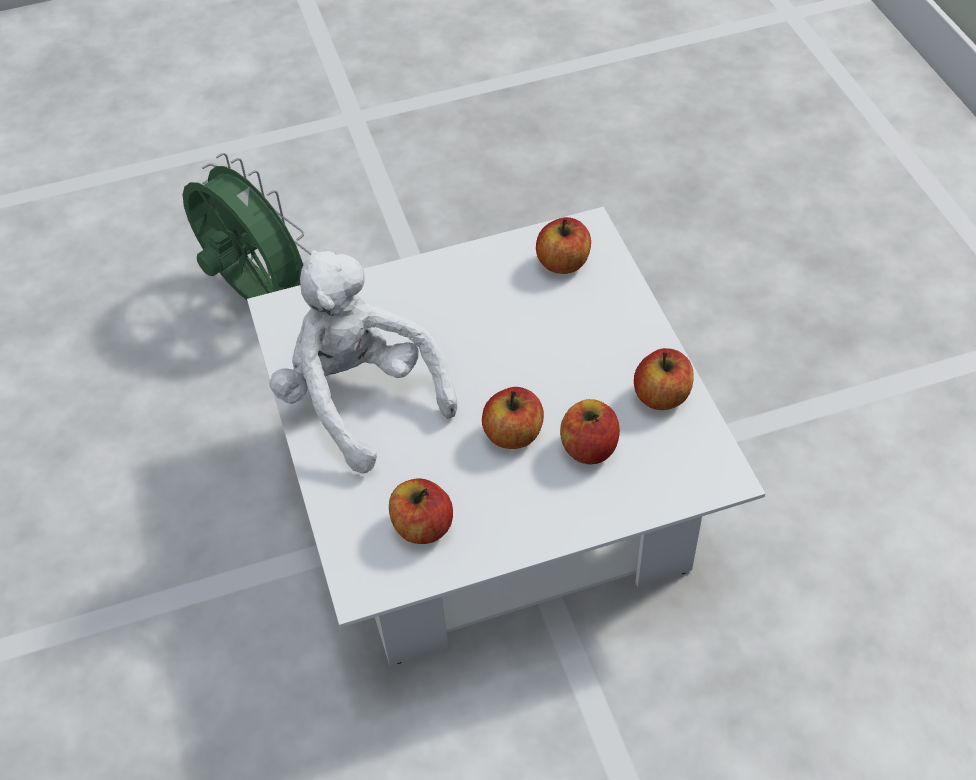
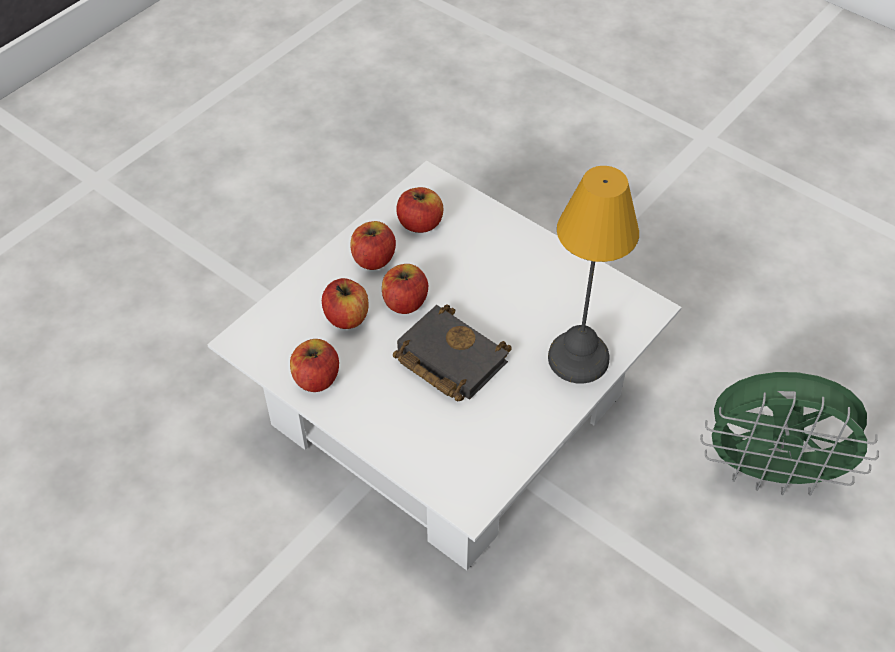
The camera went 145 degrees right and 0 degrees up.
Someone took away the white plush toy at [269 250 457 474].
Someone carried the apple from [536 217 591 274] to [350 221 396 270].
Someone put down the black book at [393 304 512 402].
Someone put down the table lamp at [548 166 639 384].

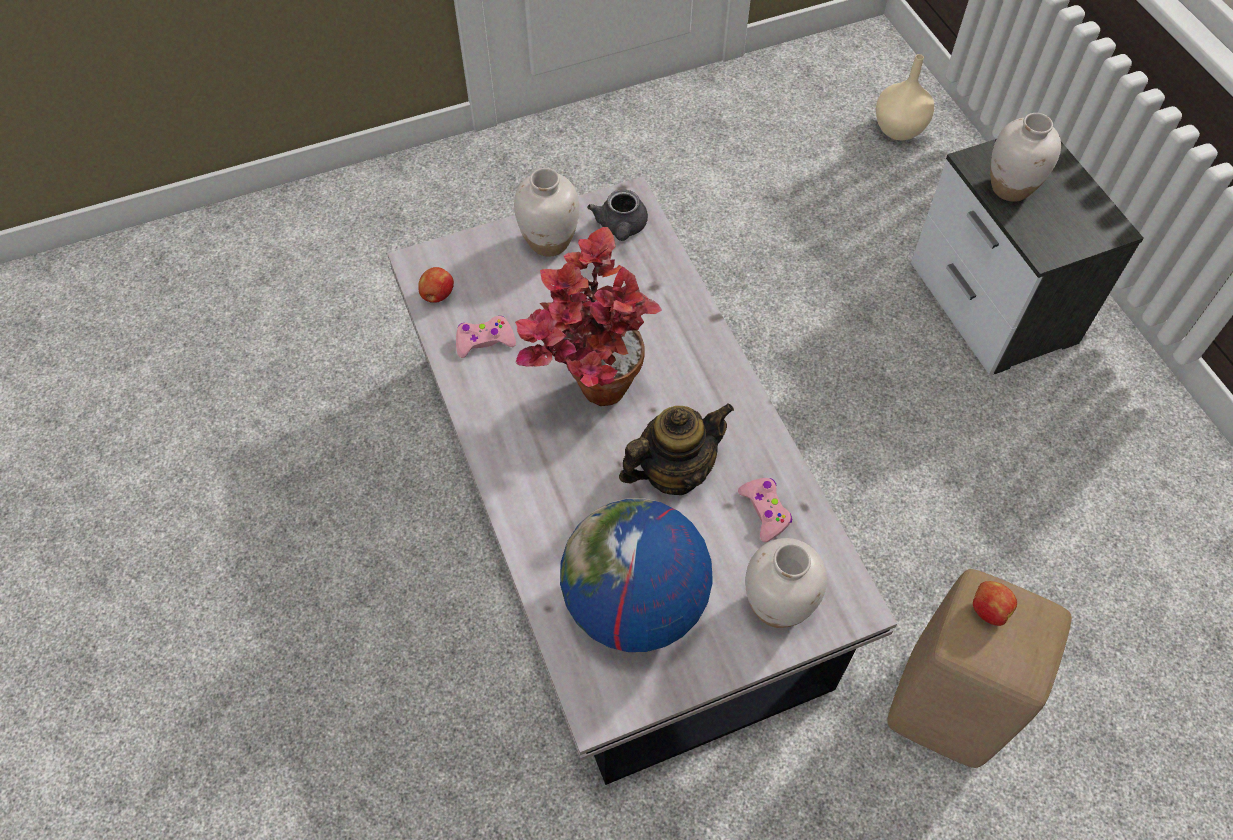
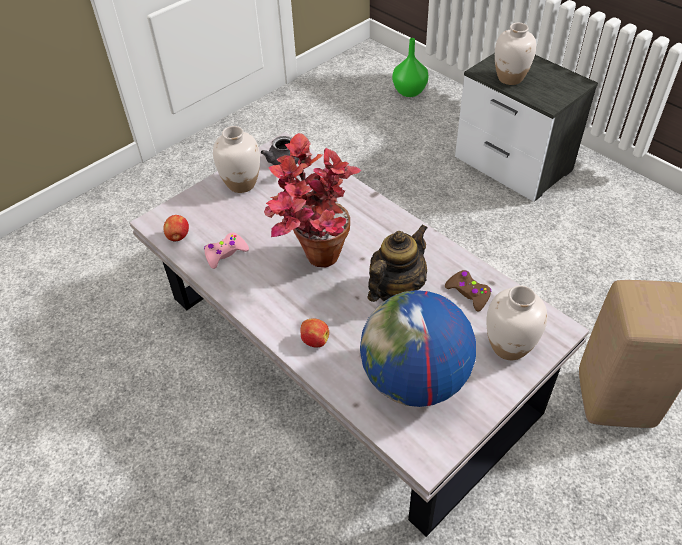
The camera went 20 degrees left and 10 degrees down.
Someone repainted the pink game controller at [738 478 792 542], which became the brown game controller at [445 270 492 312].
Someone repainted the beige vase at [876 54 934 140], which became the green vase at [392 38 429 97].
Someone carried the apple from [973 581 1017 626] to [301 318 329 347].

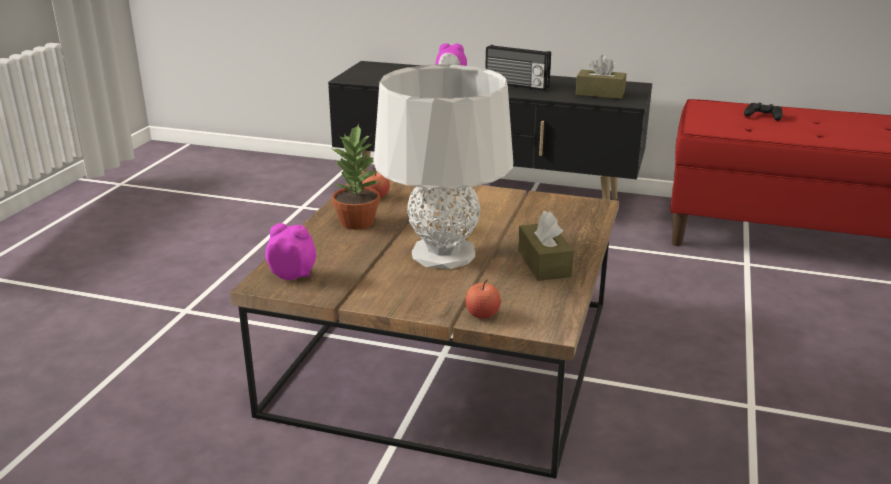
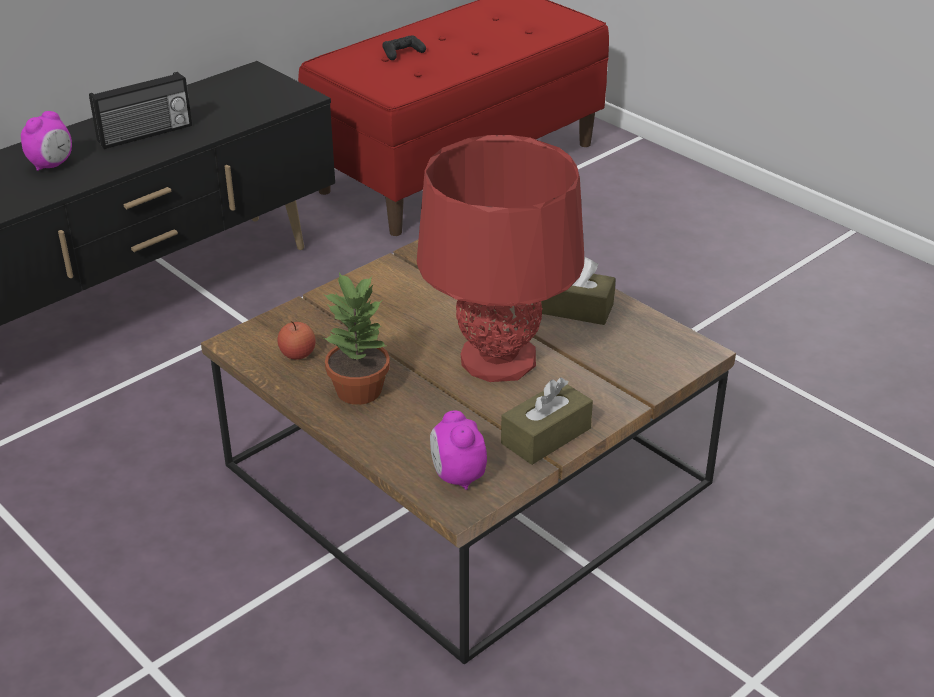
The camera went 60 degrees left and 10 degrees up.
Someone rotated the alarm clock at [265 223 316 280] by 60 degrees counterclockwise.
Someone repainted the grey table lamp at [373 64 513 269], which became the red table lamp at [417 135 584 382].
Someone took away the apple at [465 279 501 319].
Someone carried the brown tissue box from [576 55 626 99] to [501 377 593 465].

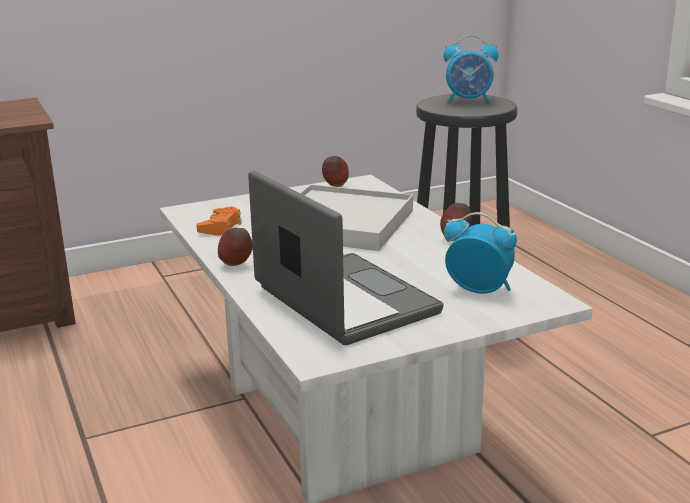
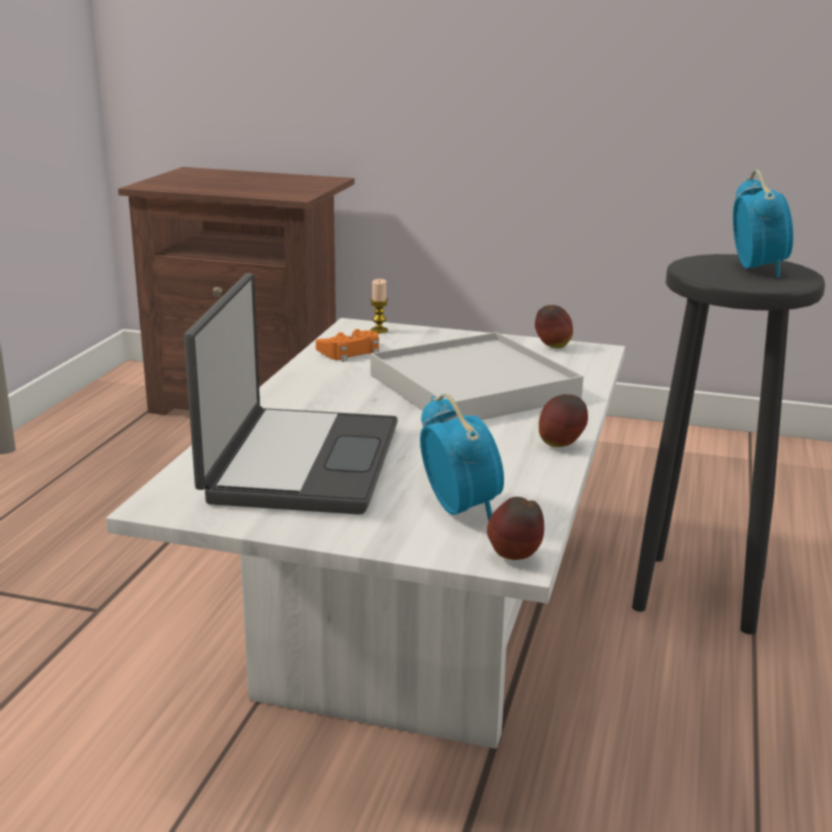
The camera went 40 degrees right and 0 degrees up.
Someone carried the apple from [218 228 253 266] to [487 497 544 560].
Someone rotated the alarm clock at [443 35 499 103] by 135 degrees counterclockwise.
Someone put down the candle at [370 279 388 333].

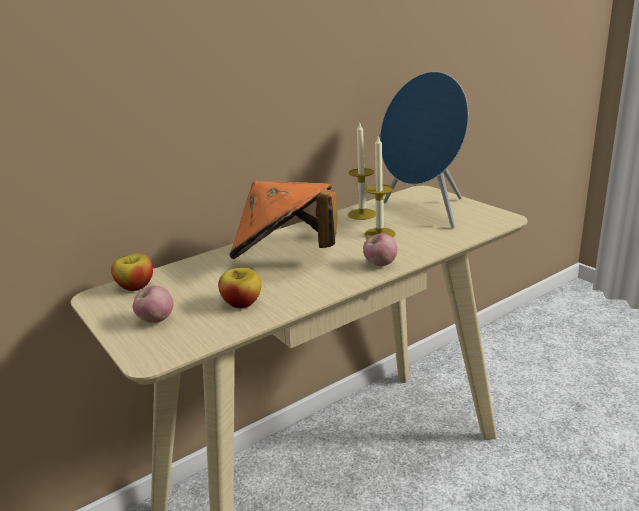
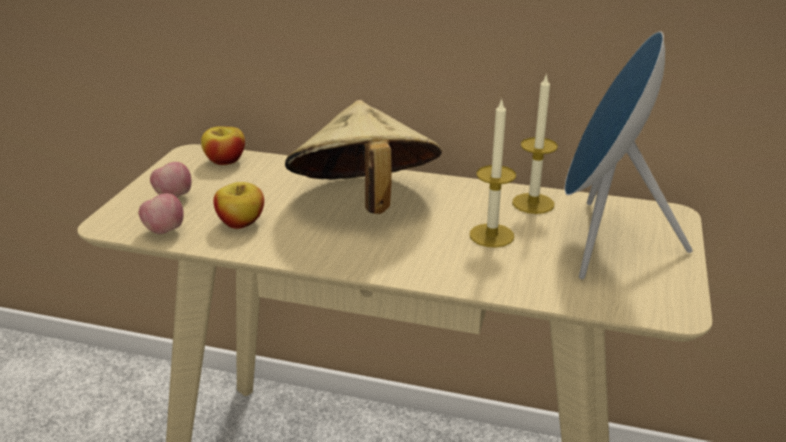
The camera went 50 degrees right and 5 degrees up.
Someone repainted the orange hat at [229 181 338 259], which became the beige hat at [285 100 442 214].
Someone carried the apple from [363 233 397 266] to [139 193 184 234].

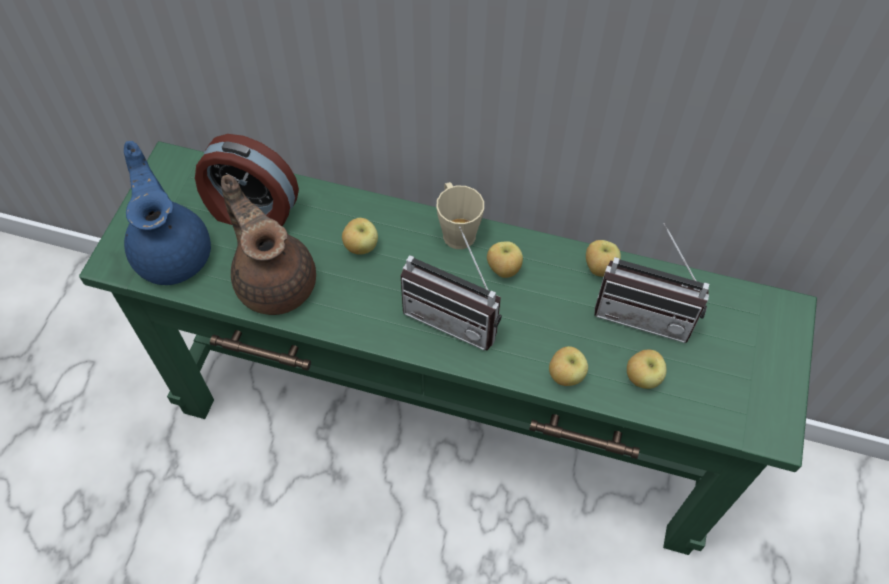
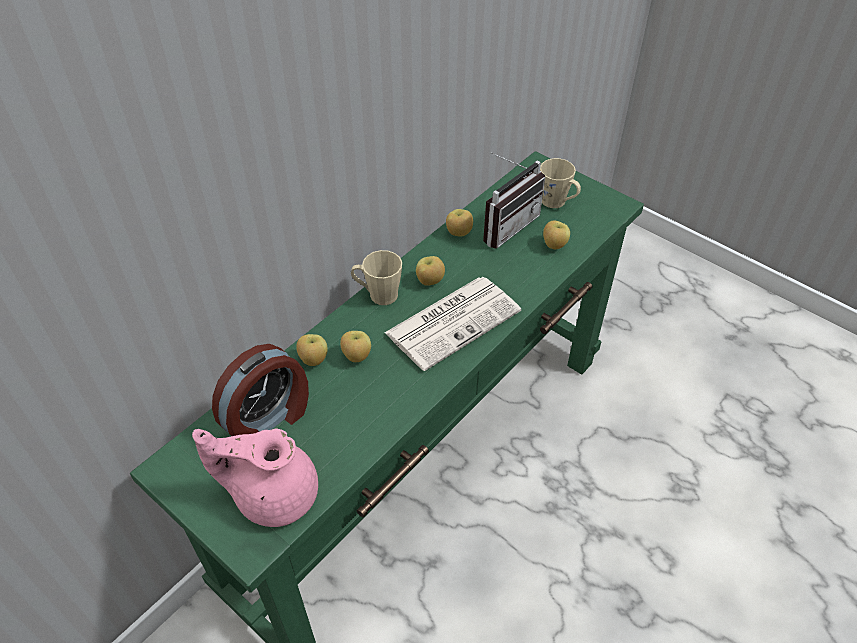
The camera went 65 degrees left and 10 degrees down.
Someone repainted the blue teapot at [124 141 211 285], which became the pink teapot at [192 429 318 527].
Someone took away the brown teapot at [221 175 316 315].
Someone swapped the radio at [401 227 502 351] for the newspaper at [385 277 521 371].
Someone carried the apple from [549 346 588 386] to [296 334 328 366].
Someone put down the beige mug at [540 158 581 208].

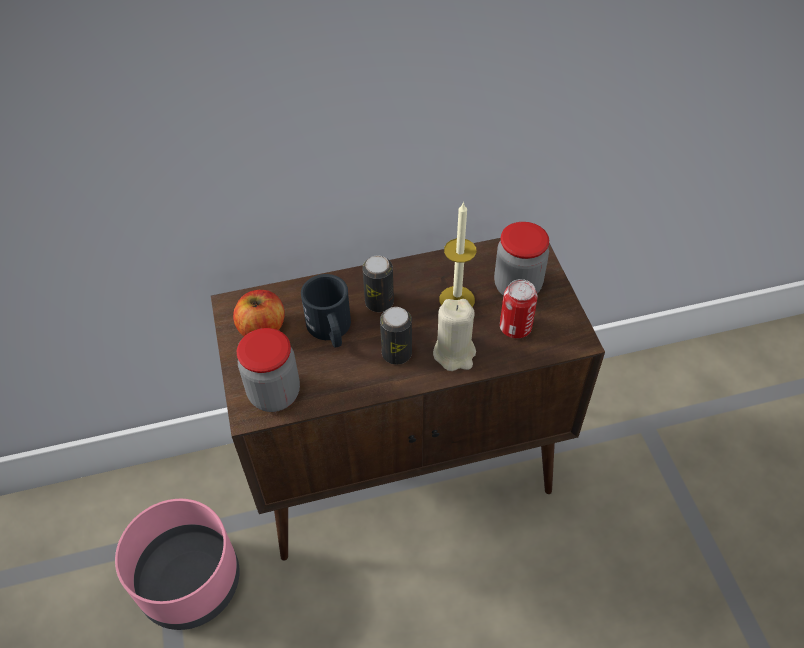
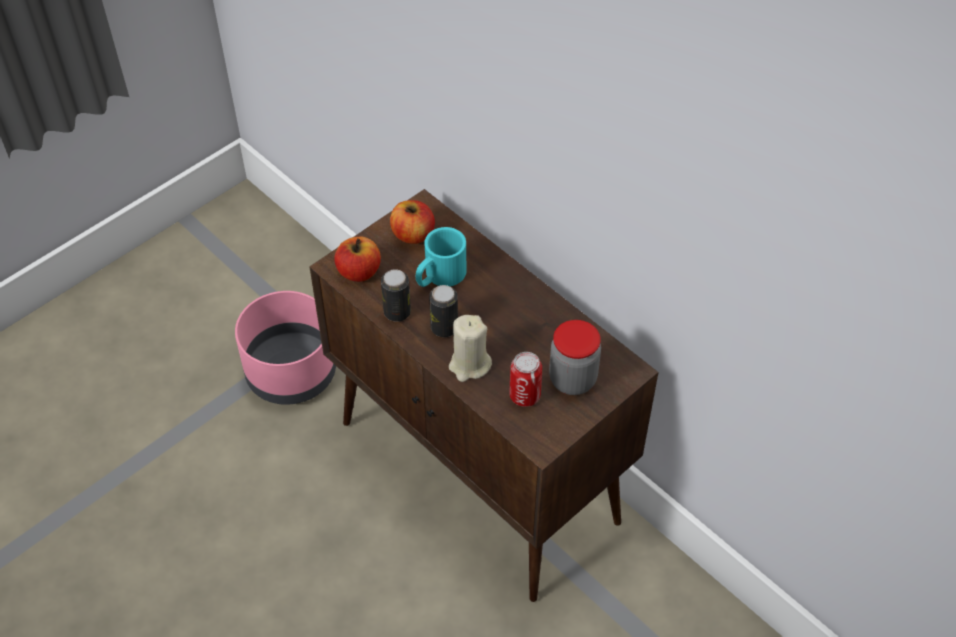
The camera went 60 degrees right and 0 degrees up.
Someone swapped the jar at [237 328 300 412] for the apple at [334 236 381 282].
Someone repainted the black mug at [301 274 351 347], which became the turquoise mug at [416 227 466 287].
Someone carried the can from [362 255 394 312] to [381 269 411 322].
Someone took away the candle at [439 202 476 307].

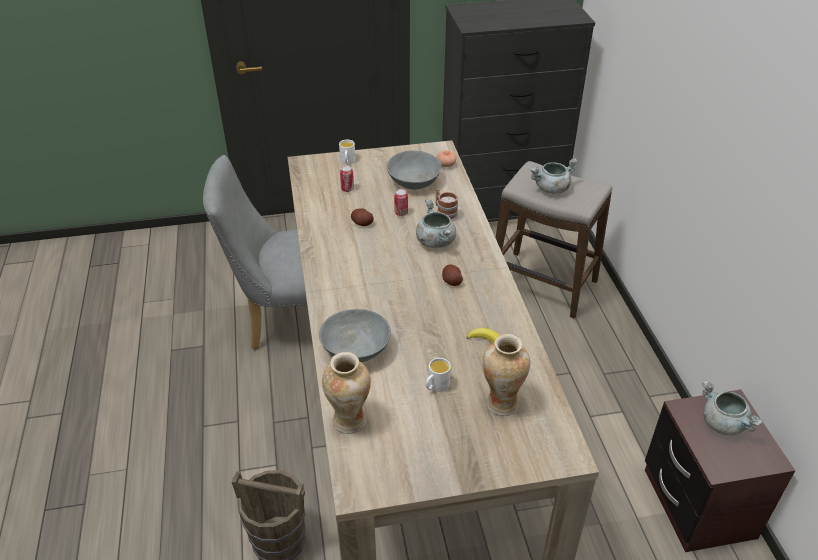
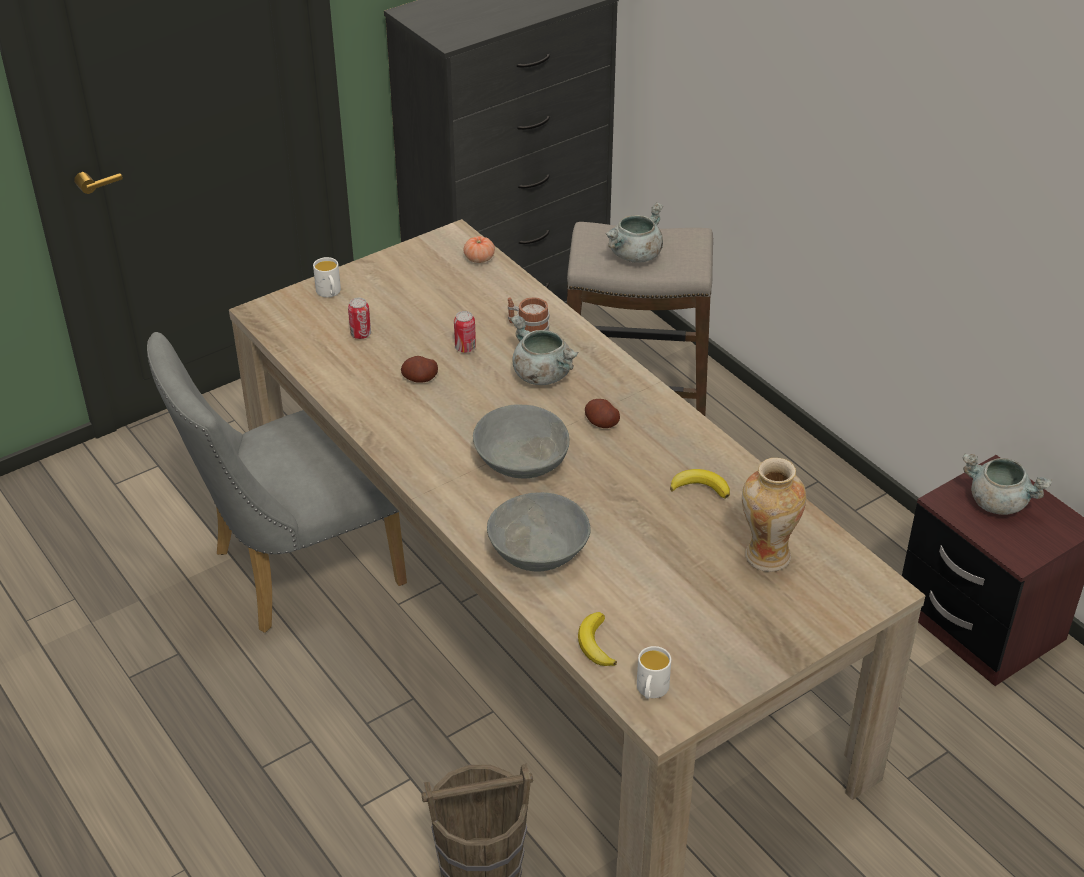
The camera went 25 degrees left and 0 degrees up.
Someone swapped the vase at [322 352 371 434] for the banana at [578 612 617 666].
Someone carried the grey bowl from [387 151 441 189] to [473 404 570 479].
Someone carried the white mug from [426 358 451 392] to [637 646 671 699].

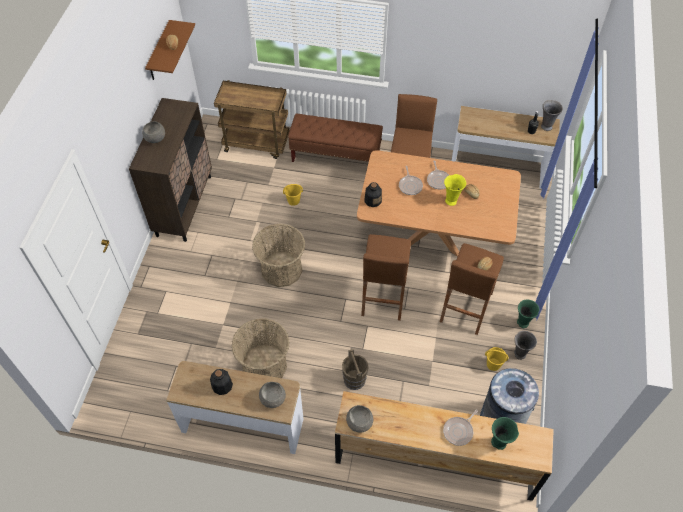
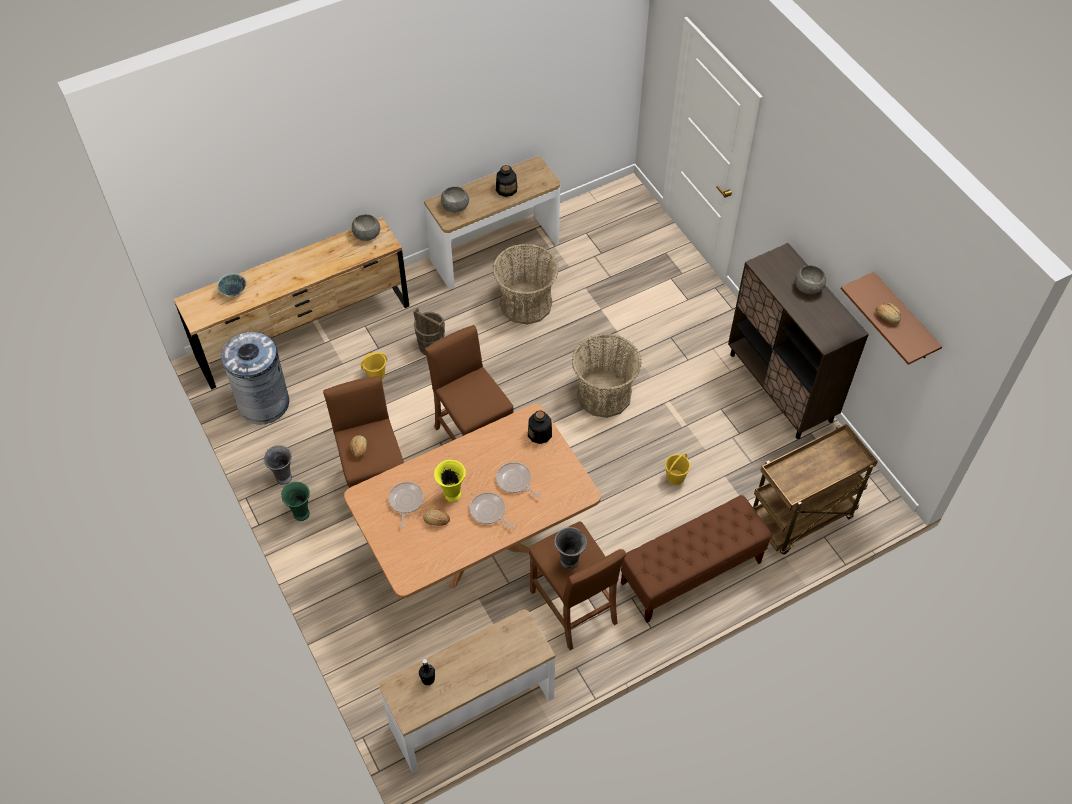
The camera went 140 degrees right and 0 degrees up.
Someone carried the frying pan from [443 410 478 446] to [388 482 424 528].
Someone carried the yellow bucket from [485 347 509 371] to [361 352 387 380].
Someone swapped the green vase at [491 417 519 450] for the bowl at [217 273 247 296].
Someone carried the grey vase from [541 100 563 131] to [554 527 587 569].

